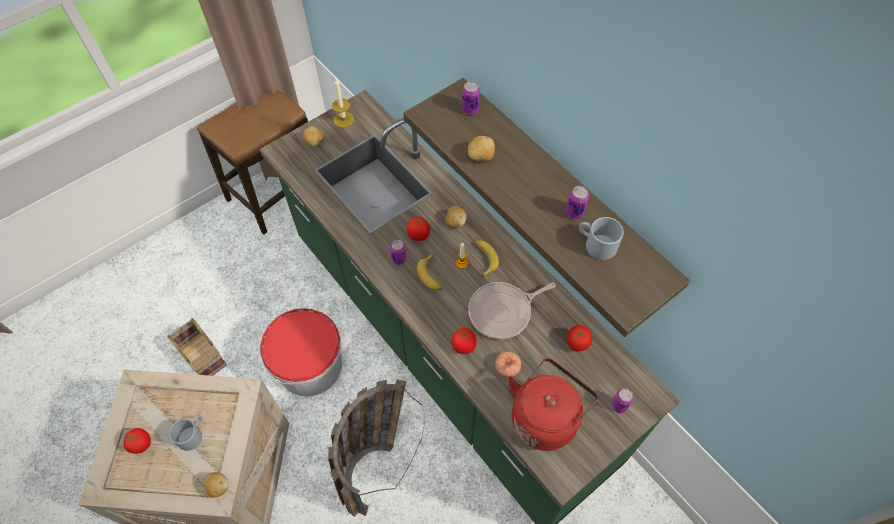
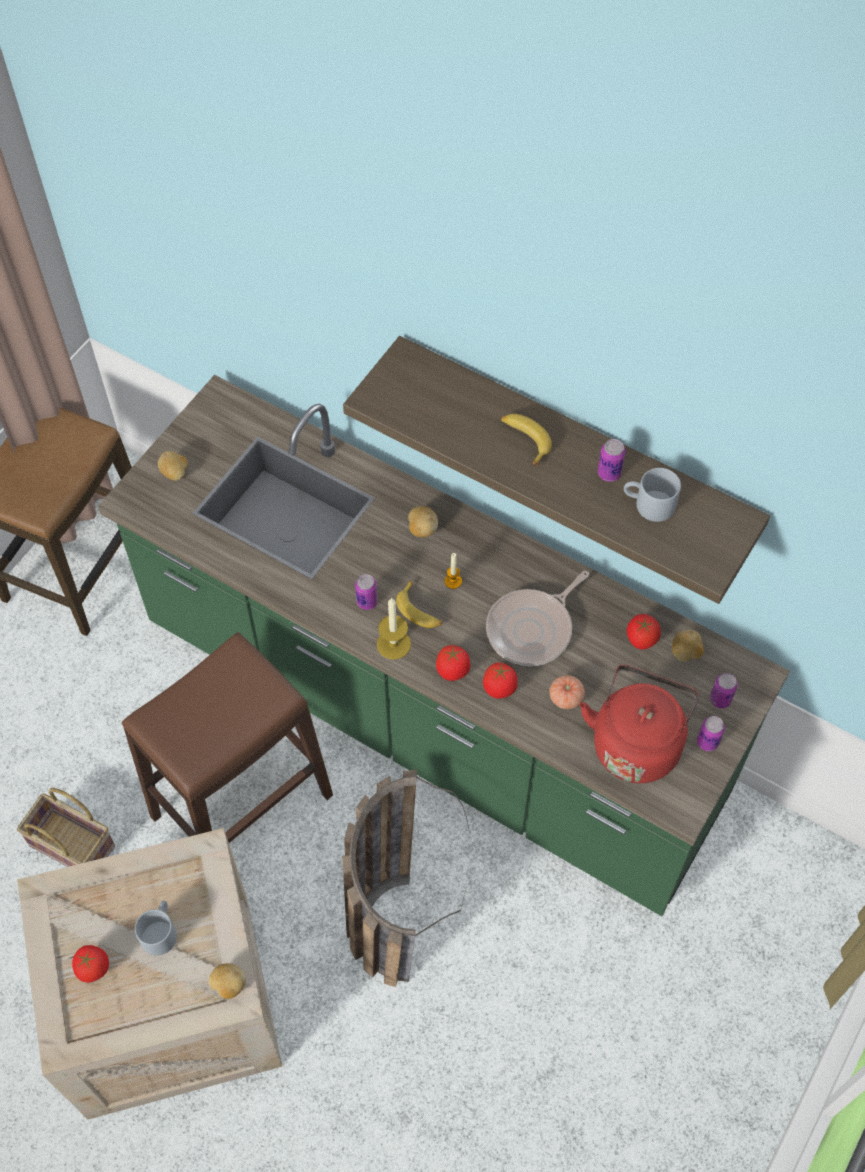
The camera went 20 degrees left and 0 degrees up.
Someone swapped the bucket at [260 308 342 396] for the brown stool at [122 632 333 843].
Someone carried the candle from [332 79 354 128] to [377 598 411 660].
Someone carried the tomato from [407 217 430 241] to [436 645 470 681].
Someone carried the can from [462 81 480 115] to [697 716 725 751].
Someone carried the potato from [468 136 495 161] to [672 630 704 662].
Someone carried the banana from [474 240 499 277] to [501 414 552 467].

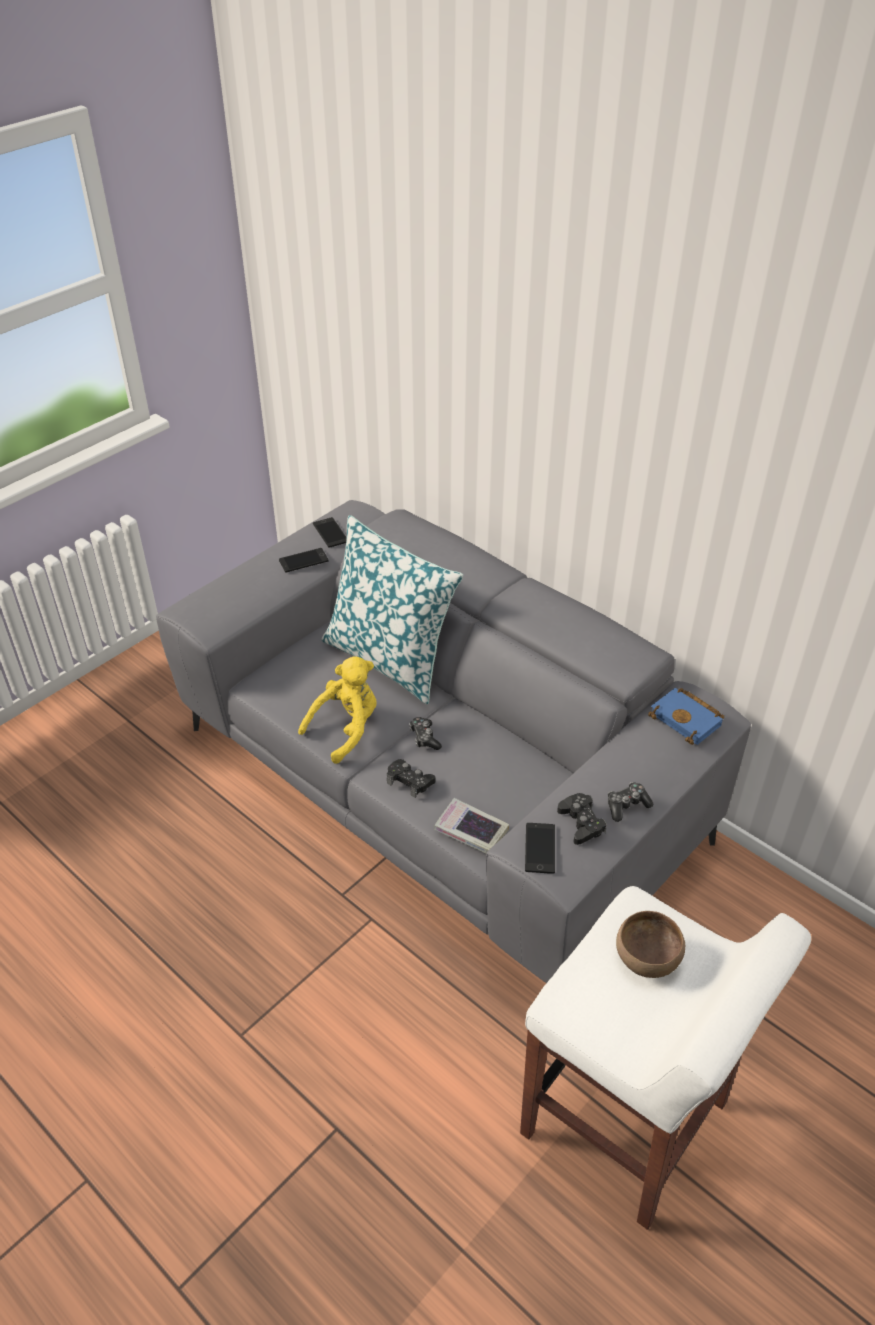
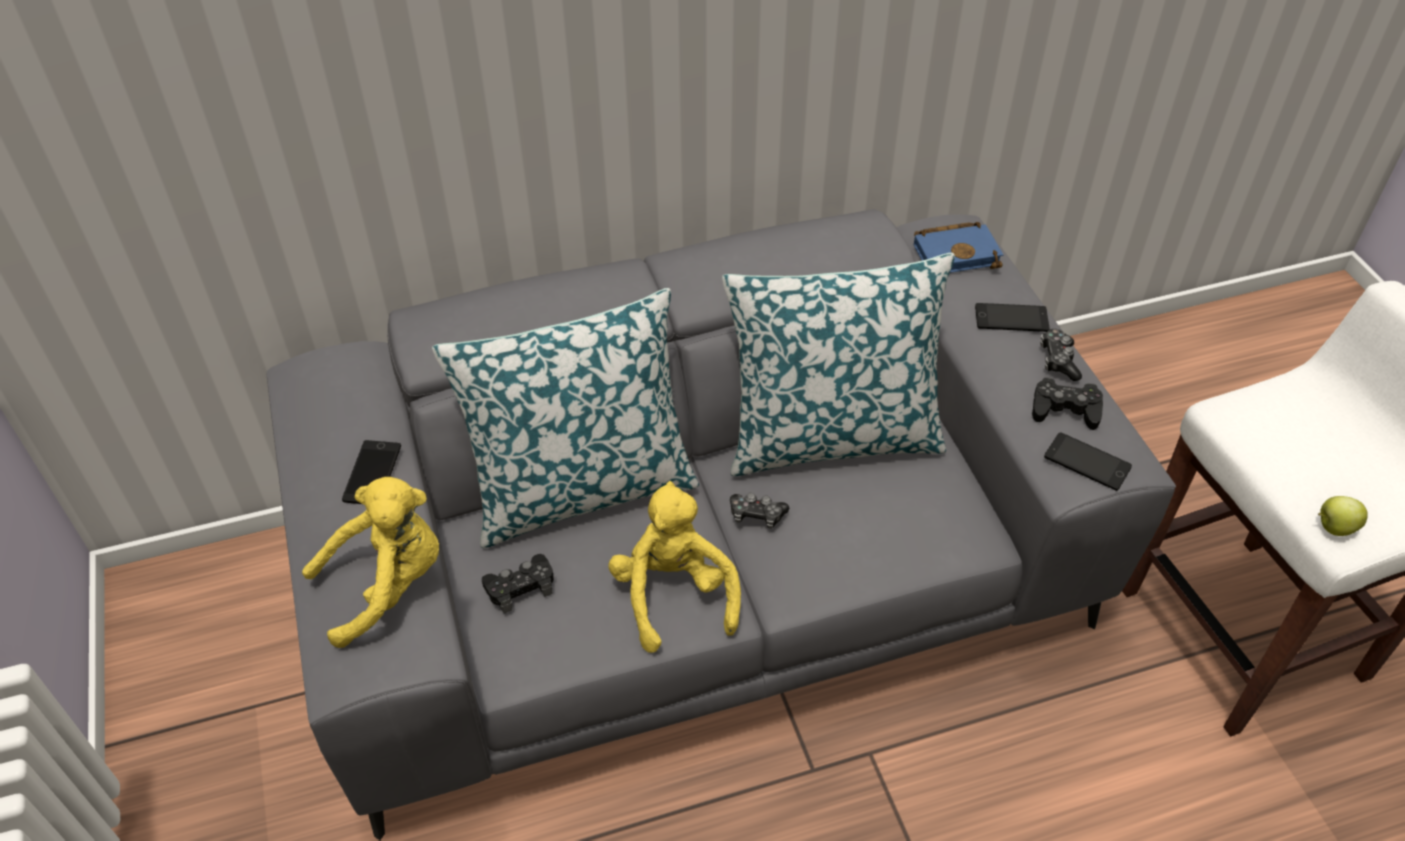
The camera went 60 degrees left and 5 degrees up.
Someone carried the phone from [313 517 347 548] to [975 303 1049 332].
Someone carried the black game controller from [387 759 436 798] to [482 554 554 614].
Someone took away the book at [434 798 509 854].
Someone took away the brown bowl at [616 911 685 978].
Someone put down the yellow plush toy at [302 477 439 648].
Someone put down the pillow at [722 253 955 476].
Someone put down the apple at [1318 496 1368 536].

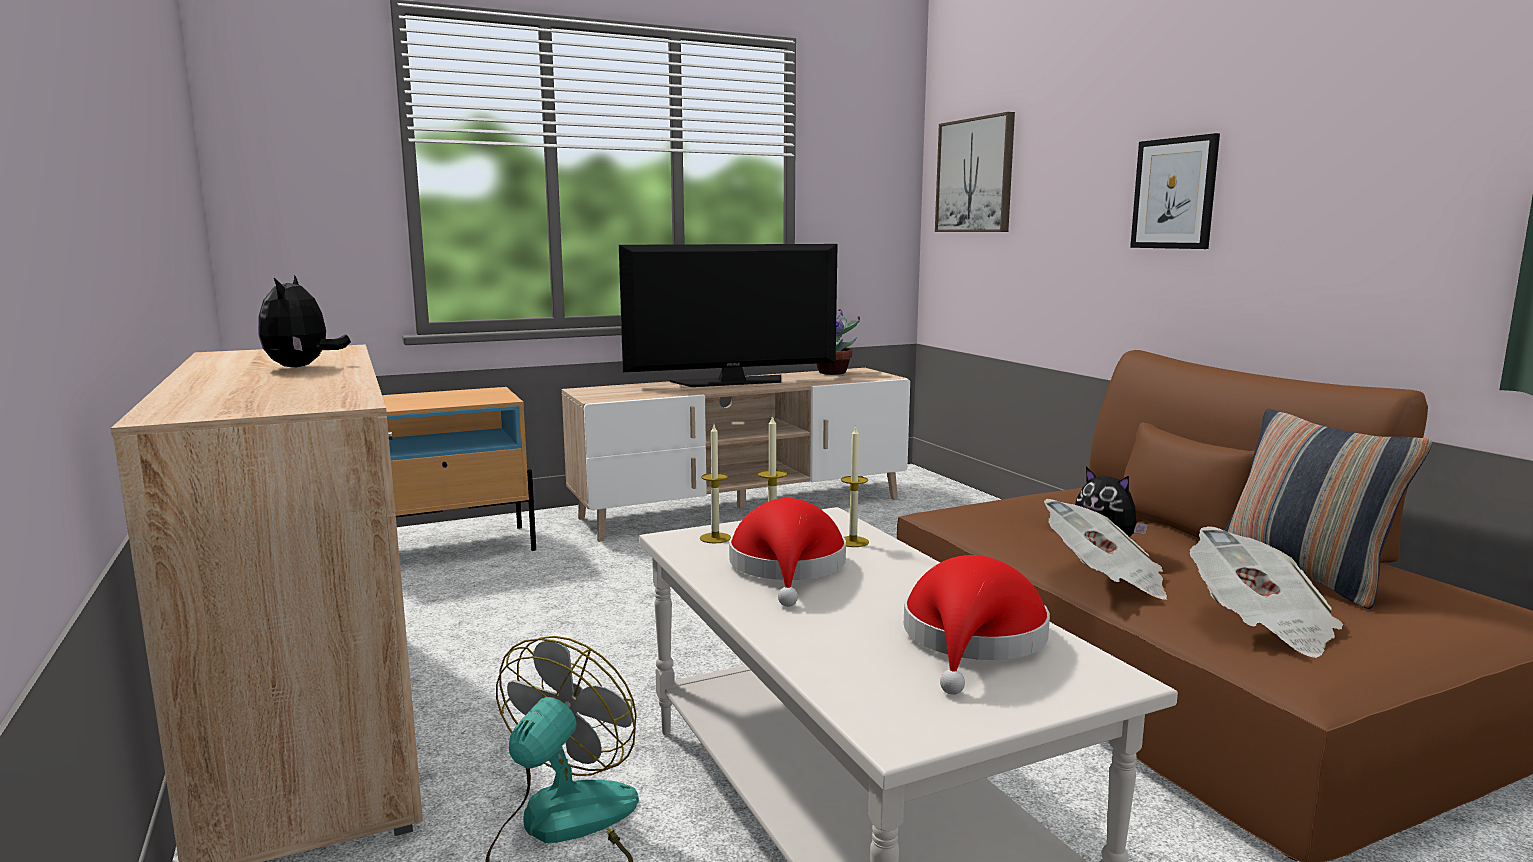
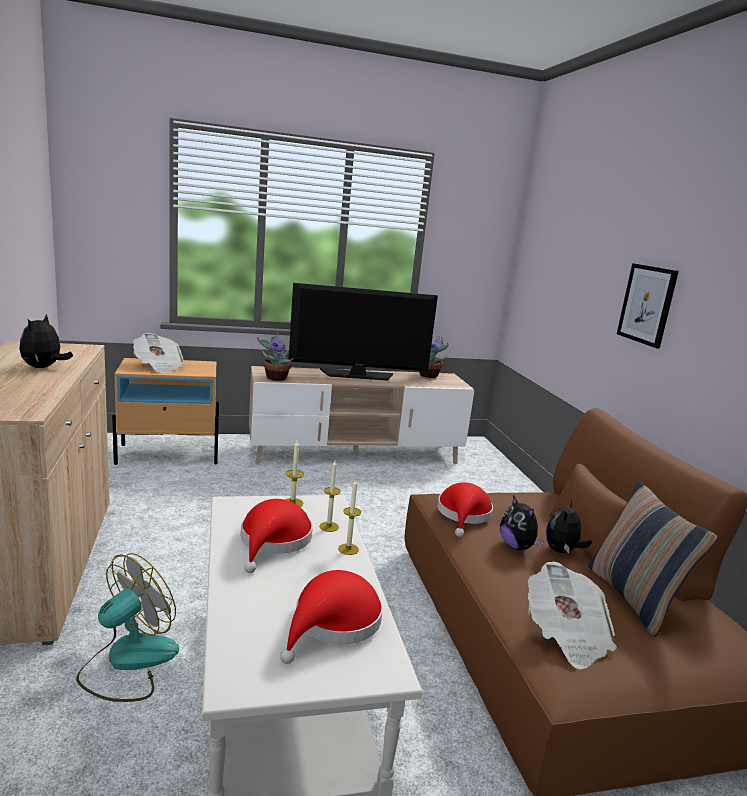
The camera went 10 degrees right and 5 degrees up.
Someone carried the candle from [700 425 731 543] to [338 478 361 555].
Someone took away the picture at [935 112 1015 232].
Someone carried the newspaper from [1044 499 1167 600] to [133 333 184 373].
Someone put down the potted plant at [257 332 294 381].
Someone put down the red hat at [438 482 493 537].
Someone put down the plush toy at [546 499 592 553].

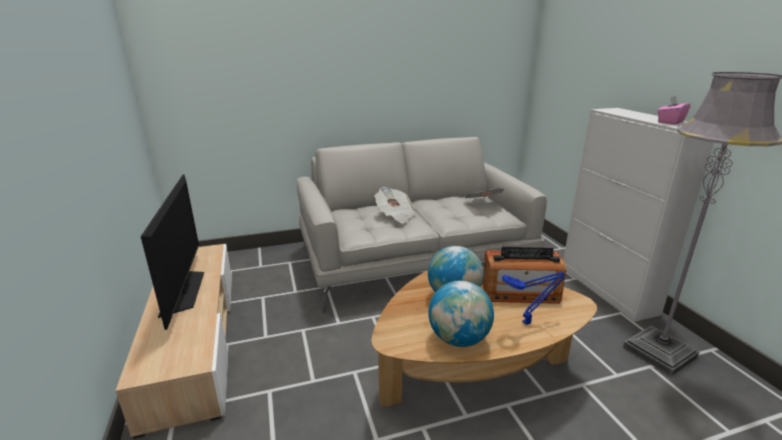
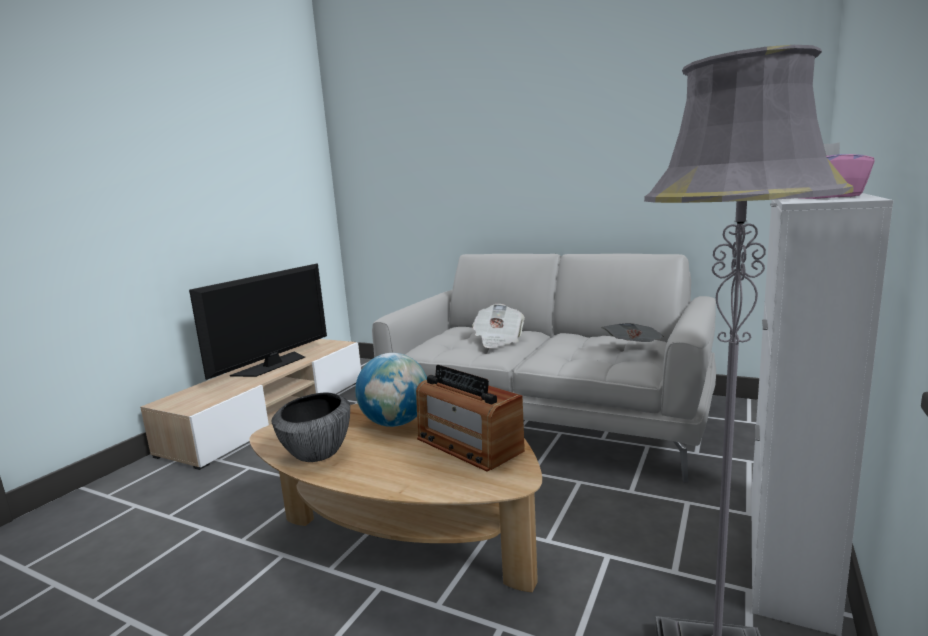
The camera went 45 degrees right and 10 degrees down.
Someone swapped the globe at [428 281 494 347] for the bowl at [272 393 350 462].
Someone took away the blue table lamp at [502 271 565 325].

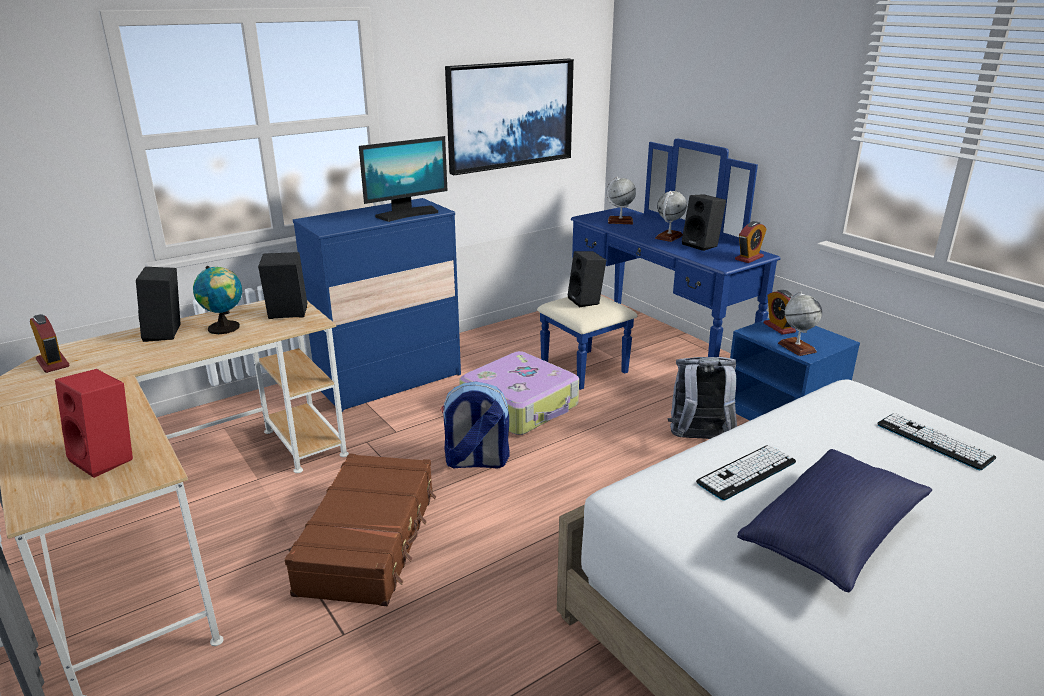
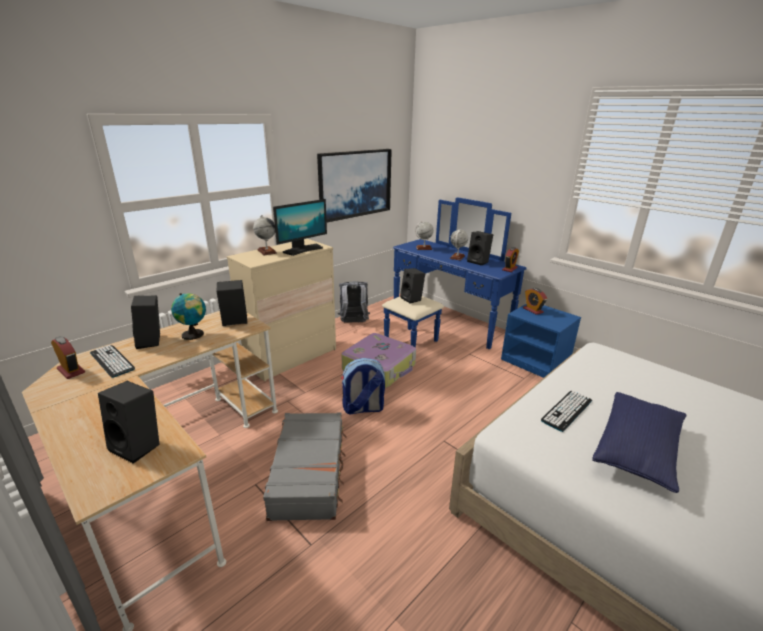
The camera went 10 degrees left and 0 degrees up.
Someone repainted the red speaker at [55 369 133 478], which became the black speaker at [98 381 160 464].
Someone repainted the brown suitcase at [284 454 436 606], which became the grey suitcase at [263 412 347 521].
Someone repainted the blue dresser at [293 198 461 412], which became the beige dresser at [227 239 336 382].
Someone carried the grey backpack from [668 357 737 439] to [338 281 370 323].
Someone carried the globe from [778 291 822 356] to [253 215 277 255].
Someone carried the keyboard from [878 413 996 470] to [90 345 135 378].

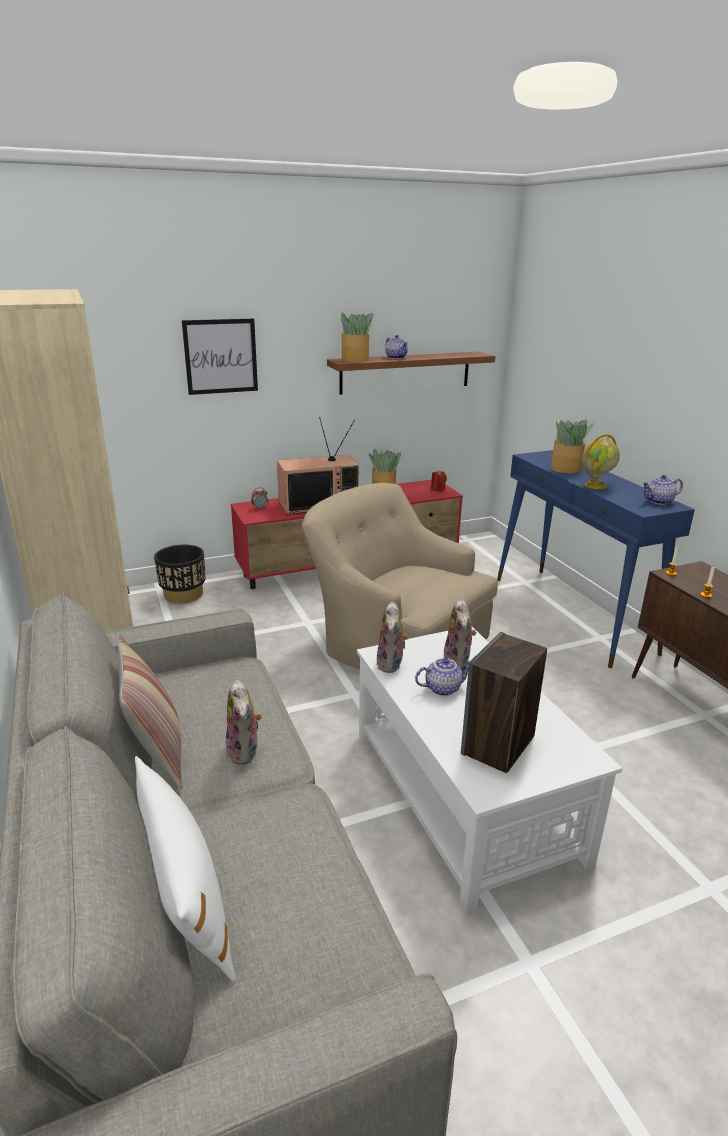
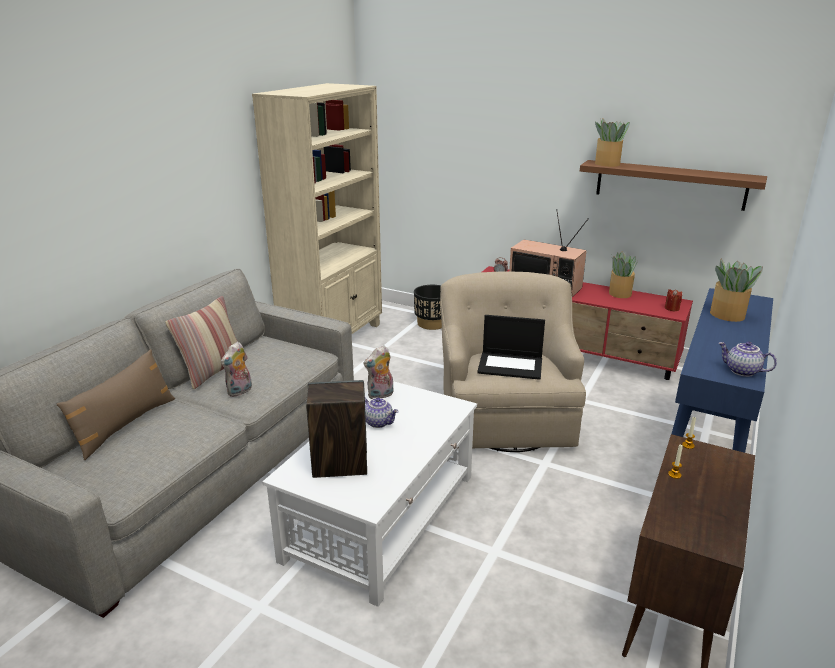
The camera went 50 degrees right and 0 degrees up.
Someone repainted the white pillow at [135 756 236 981], which became the brown pillow at [57 349 175 460].
Someone took away the picture at [182 319 258 395].
Someone took away the teapot at [385 335 408 359].
Someone took away the plush toy at [444 598 476 669].
Someone took away the globe at [583 434 620 489].
Someone put down the laptop at [477 315 545 380].

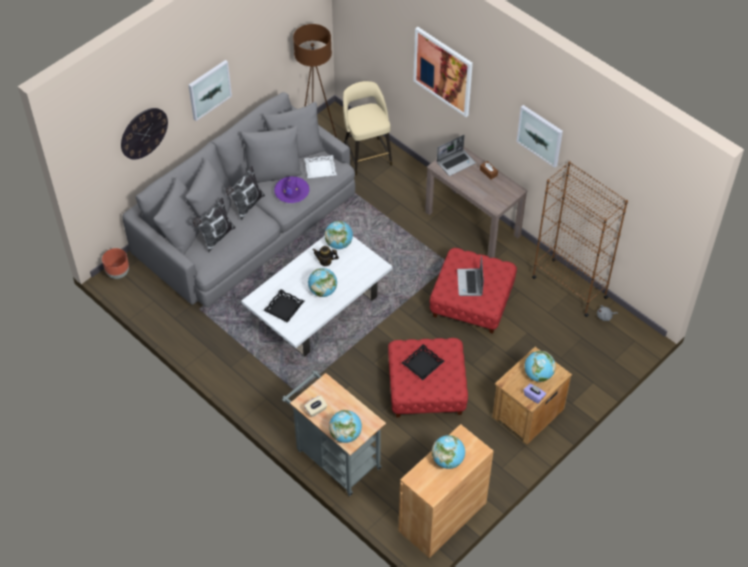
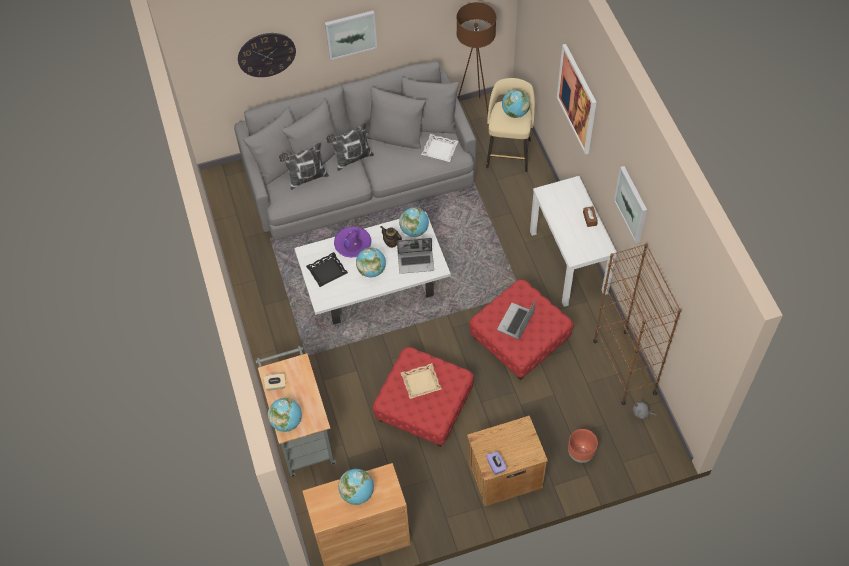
The camera went 30 degrees right and 5 degrees up.
Someone carried the brown planter from [102 248 129 279] to [568 429 598 463].
Someone carried the purple hat from [274 176 309 203] to [334 226 371 258].
Someone repainted the black tray at [402 344 444 380], which became the beige tray at [401 363 442 399].
Someone repainted the brown console table at [425 147 527 258], which became the white console table at [530 176 617 307].
Someone carried the laptop from [437 135 476 176] to [397 238 434 274].
Someone carried the globe from [525 351 556 382] to [502 89 530 118].

